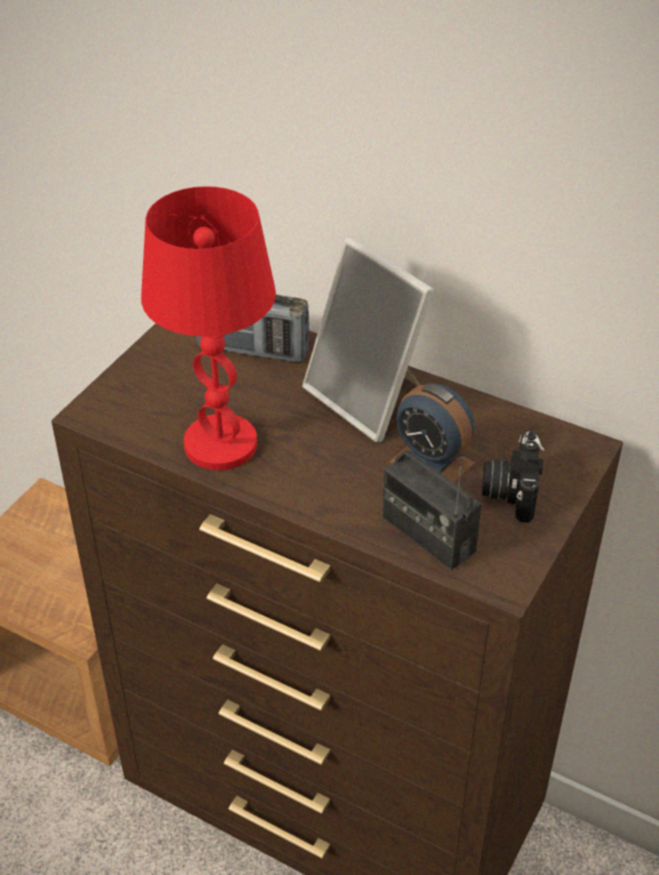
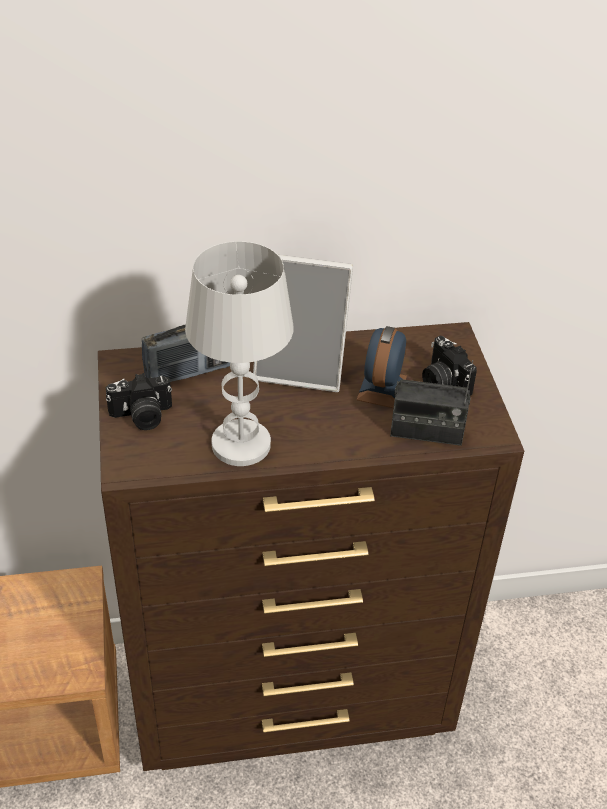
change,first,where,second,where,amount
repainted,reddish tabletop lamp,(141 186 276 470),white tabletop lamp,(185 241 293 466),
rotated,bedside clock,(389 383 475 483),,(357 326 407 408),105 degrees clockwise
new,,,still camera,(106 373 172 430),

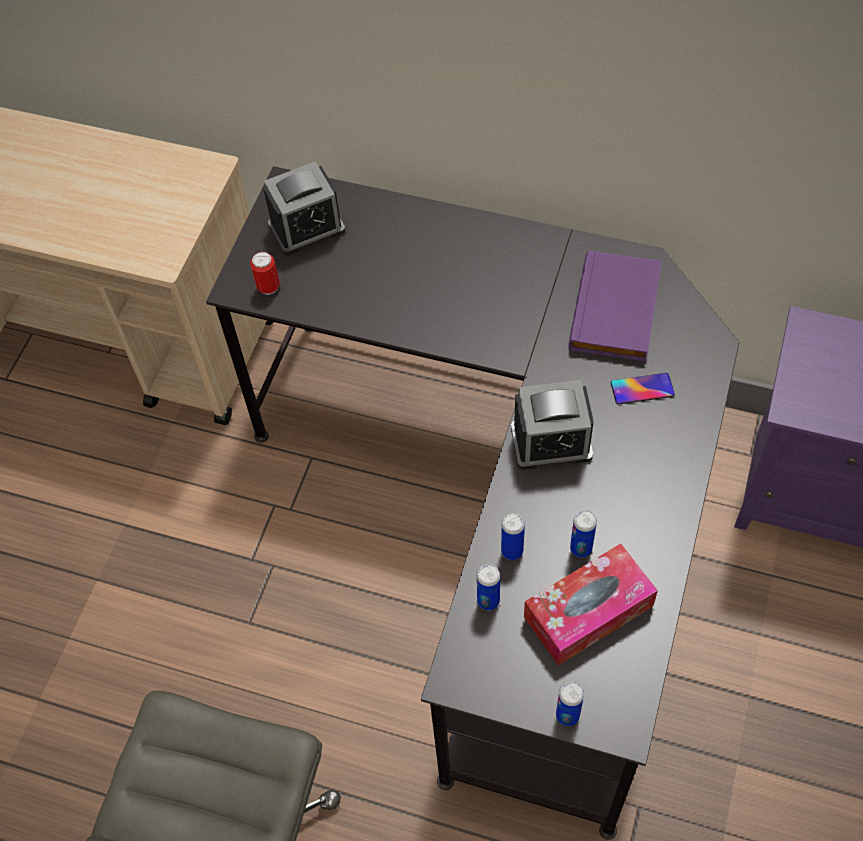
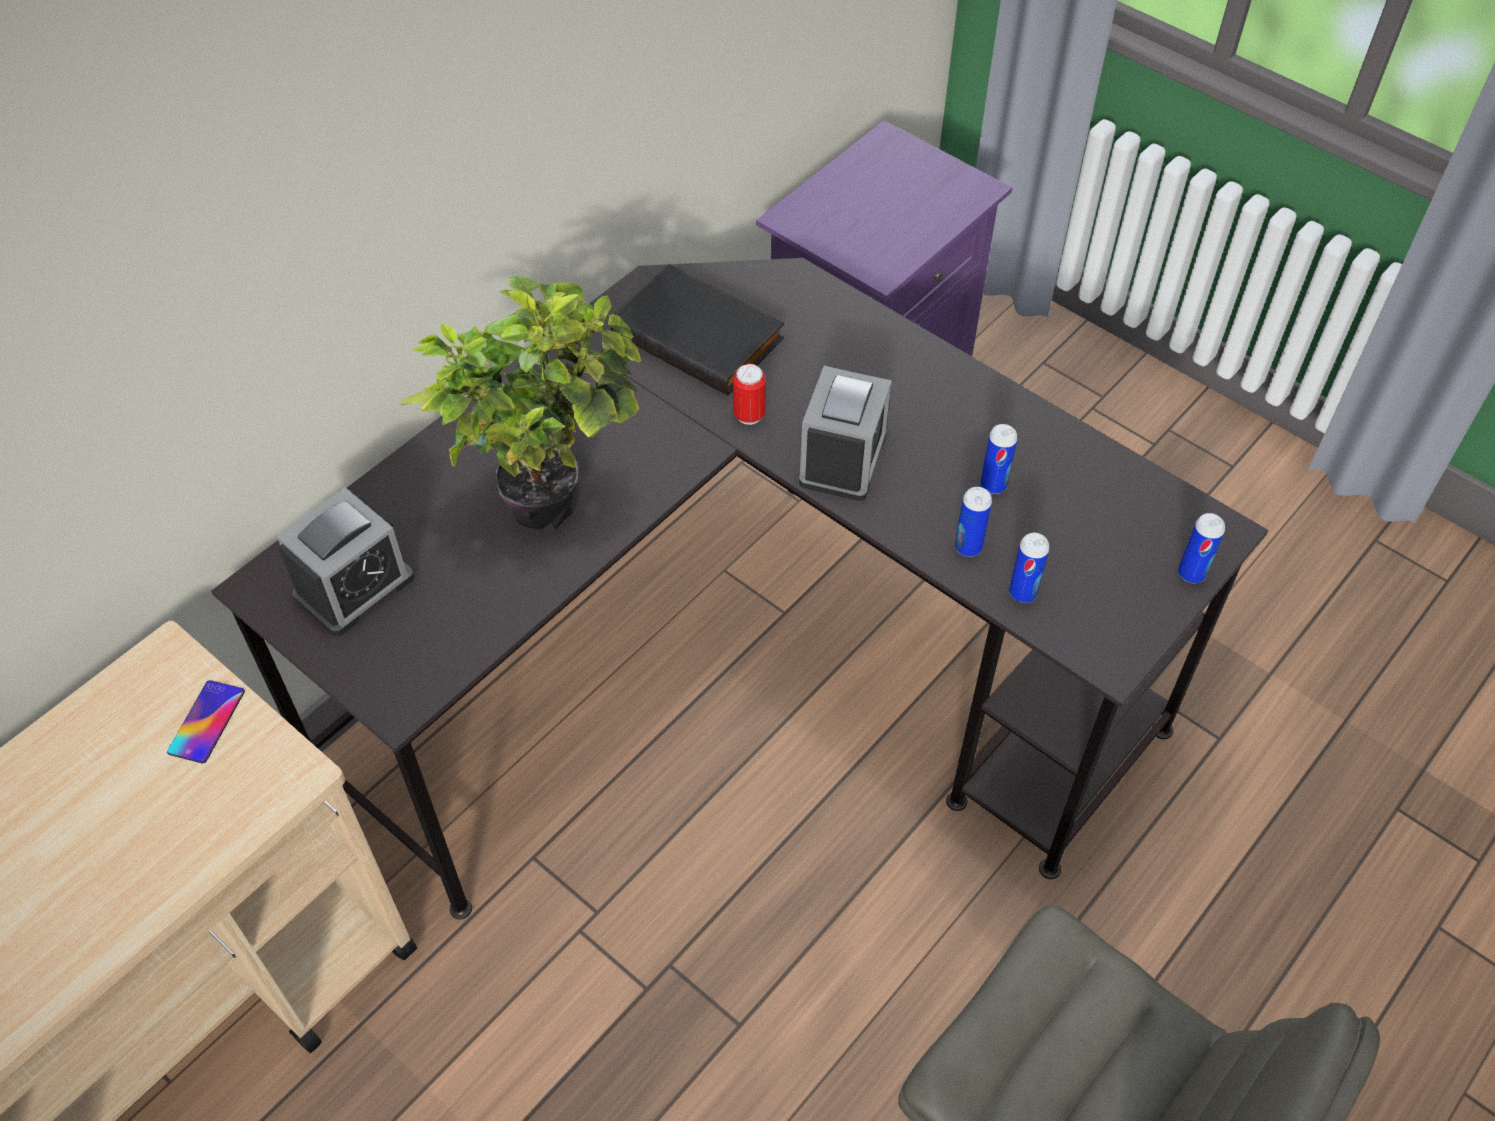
change,first,where,second,where,amount
shifted,sealed can,(250 252 280 295),,(733 364 766 425),
rotated,bedside clock,(263 161 345 256),,(277 487 414 636),45 degrees clockwise
gone,tissue holder,(524 544 658 666),,,
repainted,purple volume,(569 250 662 362),blackish volume,(610 264 784 395),
shifted,telephone,(611 373 675 405),,(167 680 245 763),
new,,,plant in a pot,(399 275 641 530),

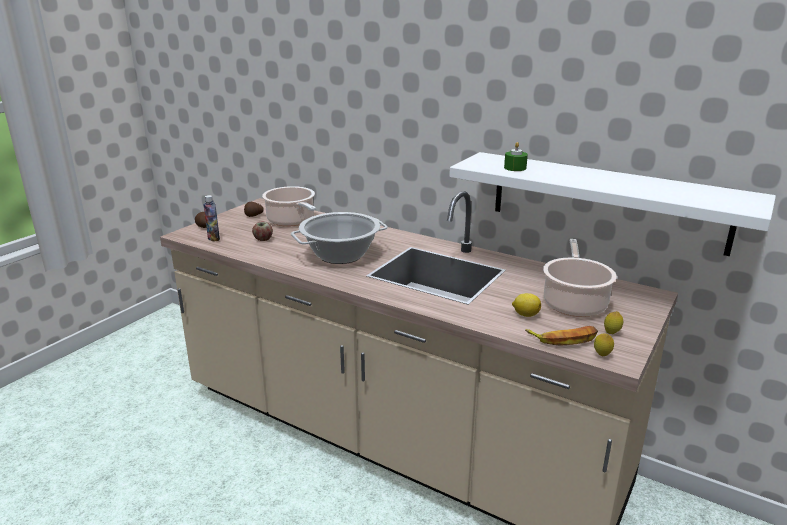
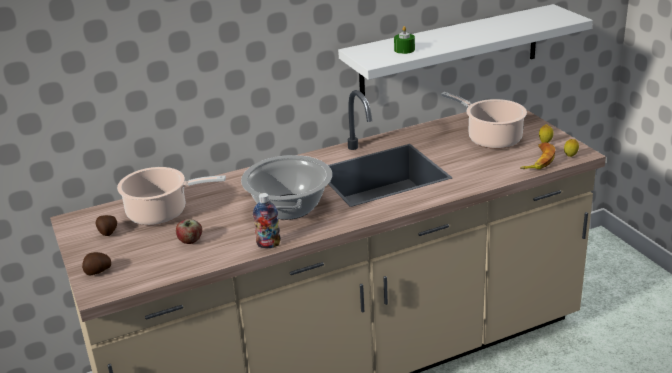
change,first,where,second,where,amount
shifted,bottle,(203 195 220 242),,(253 193 281 248),
gone,citrus fruit,(512 293 541 317),,,

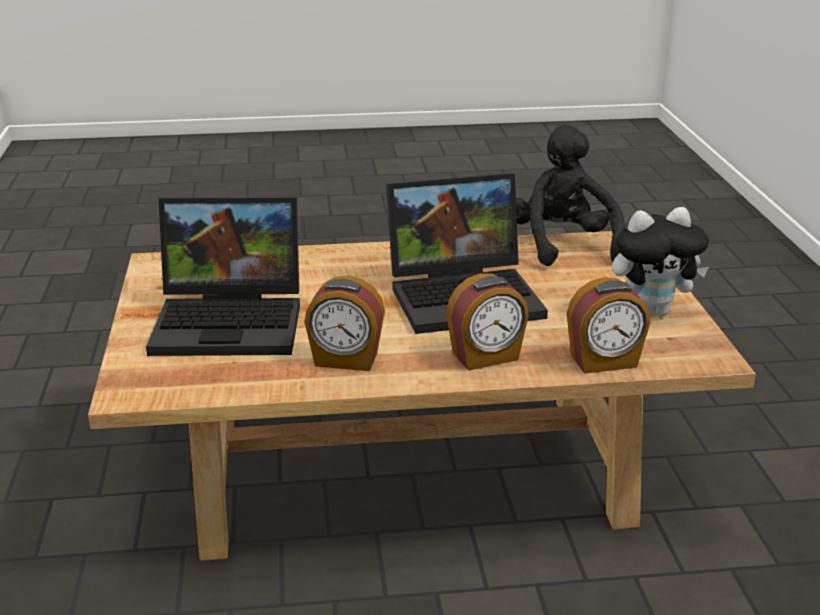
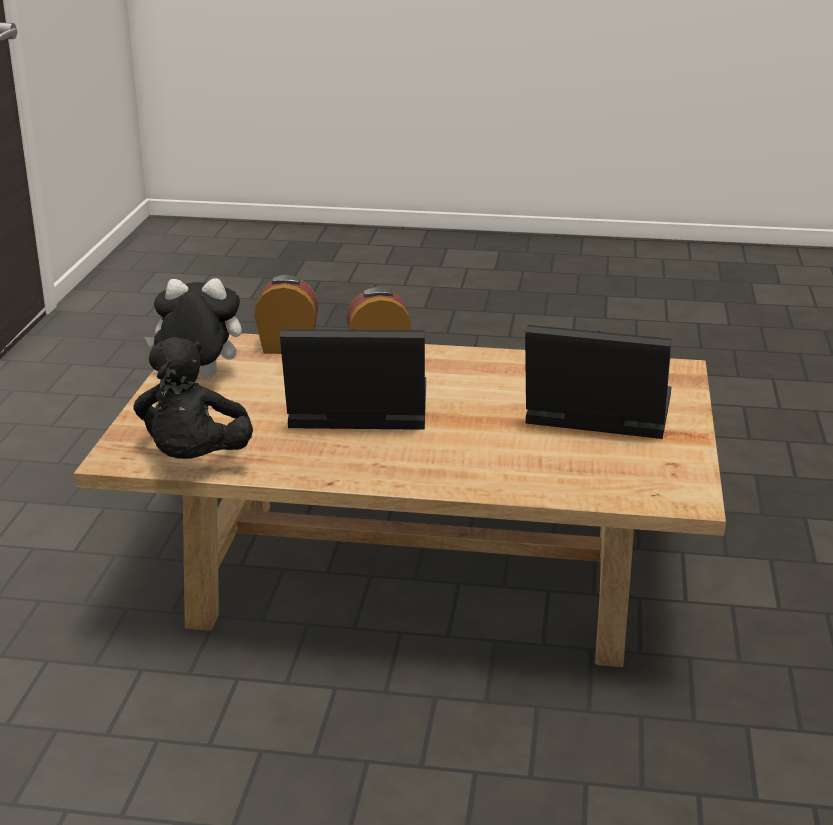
change,first,where,second,where,amount
gone,bedside clock,(304 275 385 371),,,

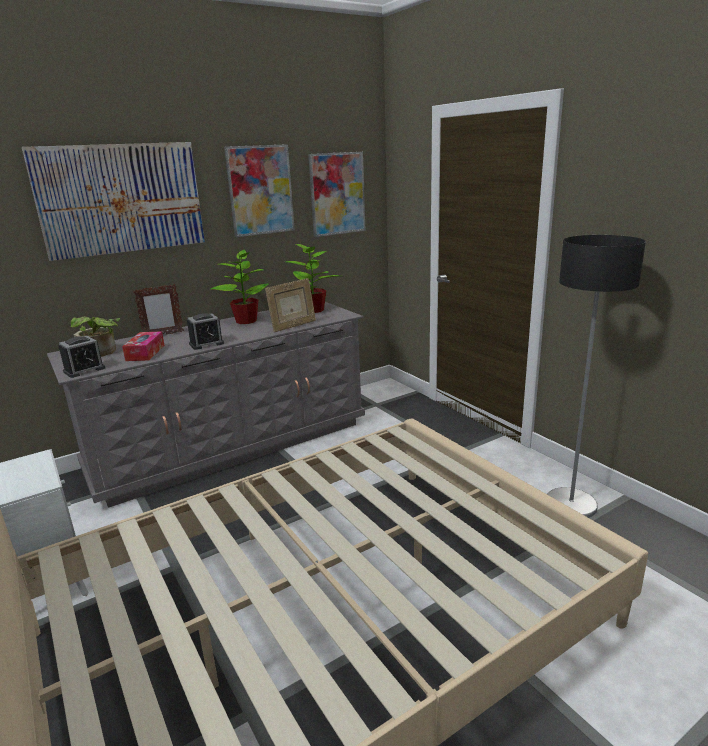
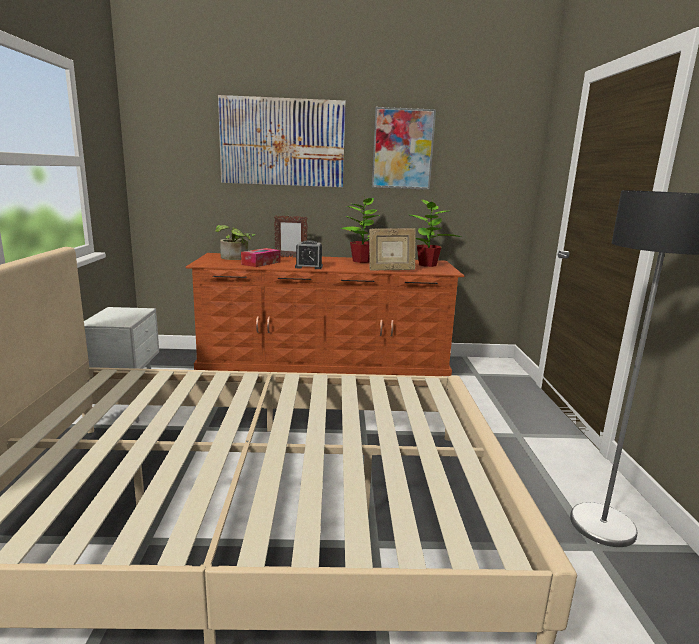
change,first,where,second,where,amount
repainted,grey chest of drawers,(47 302 365 508),brownish chest of drawers,(186 253 464 376),
gone,bedside clock,(58 336 105 378),,,
gone,wall art,(308 152 365 237),,,

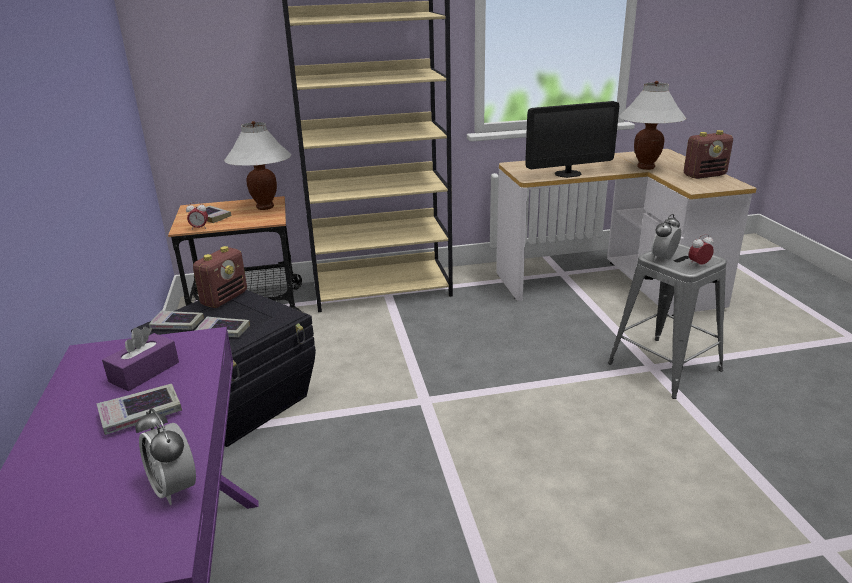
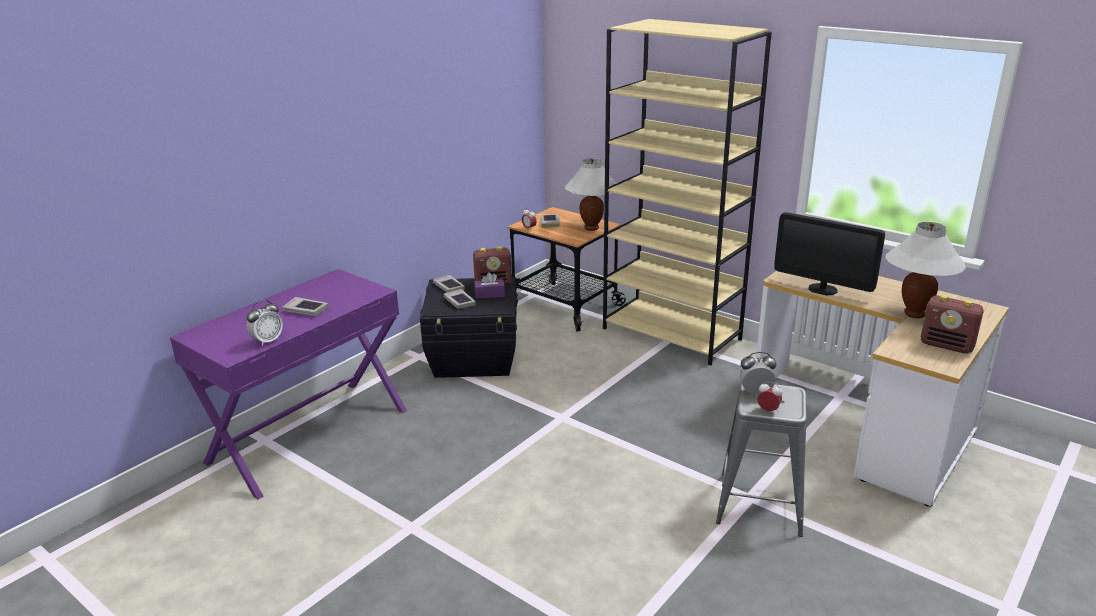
change,first,where,second,where,amount
shifted,purple tissue holder,(102 327 179 391),,(474 272 505 299),
rotated,bedside clock,(135 408 196 505),,(246 300 283 346),150 degrees counterclockwise

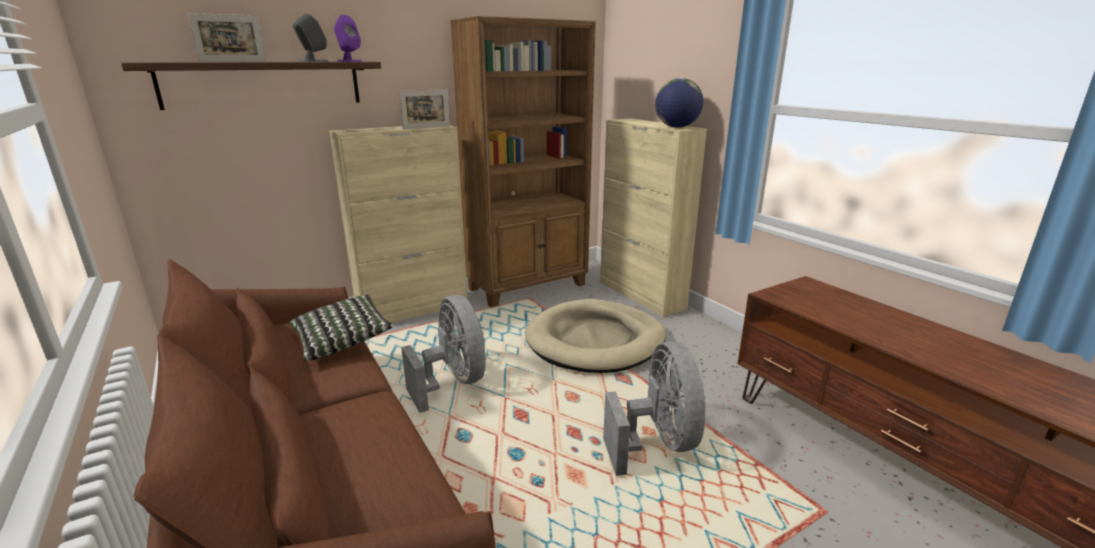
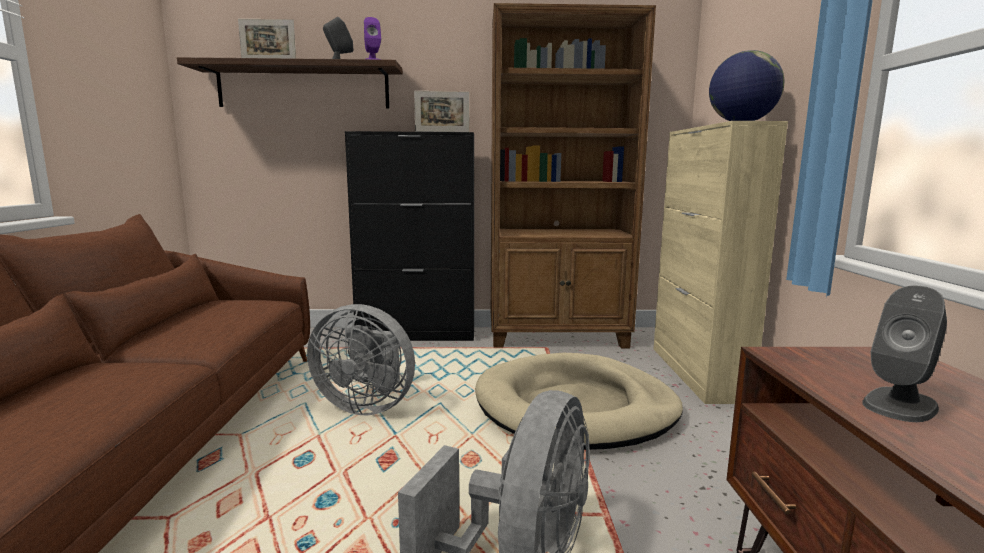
change,first,where,second,where,amount
gone,throw pillow,(289 295 393 361),,,
repainted,beige-coloured storage cabinet,(329 126 467 323),blackish storage cabinet,(345 131 474 341),
rotated,grey electric fan,(401 295 486 413),,(307 304 415 416),105 degrees clockwise
new,,,grey audio speaker,(862 286 947 422),

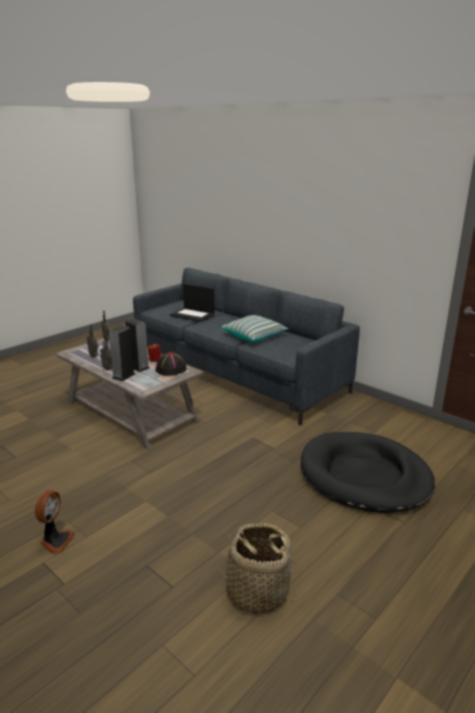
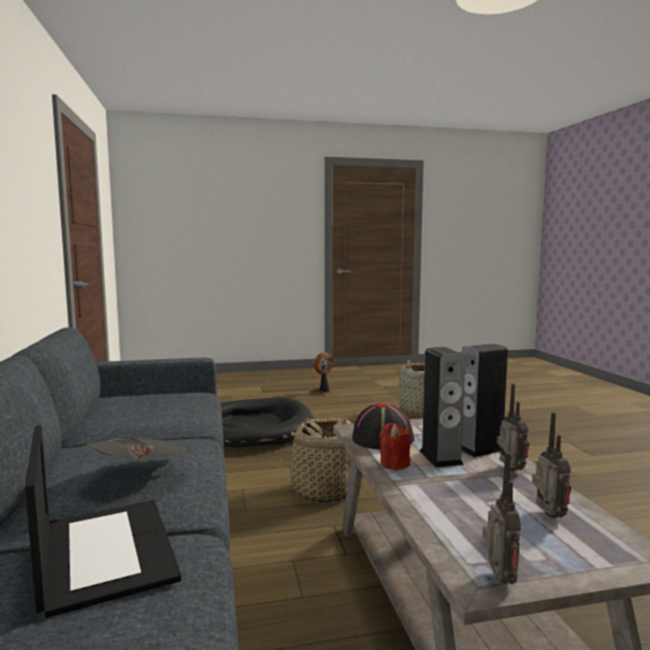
change,first,where,second,where,amount
shifted,electric fan,(35 490 75 555),,(309 352 333 394),
gone,throw pillow,(221 315 289 342),,,
new,,,daily paper,(81 438 190 460),
new,,,storage basket,(281 418 363 503),

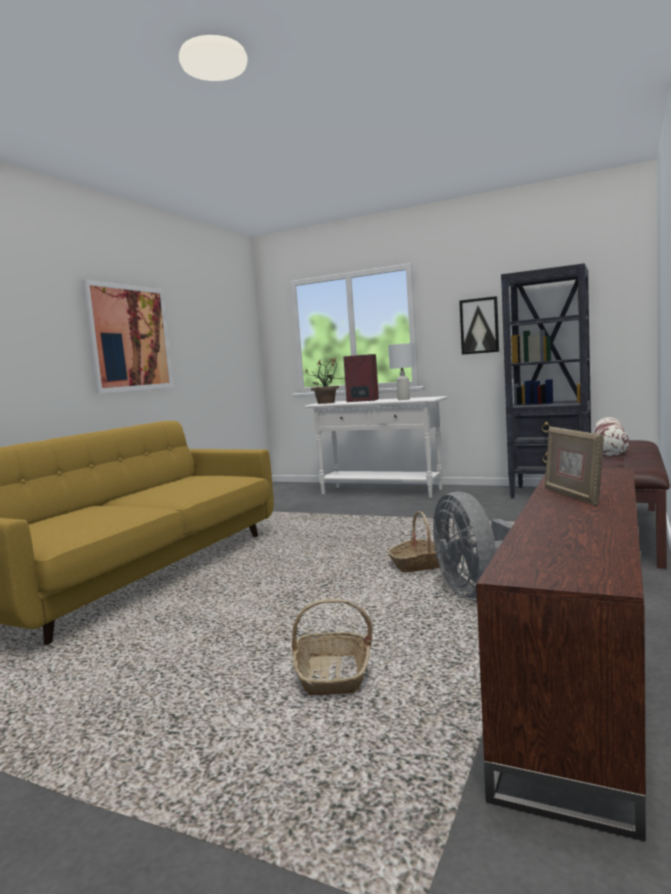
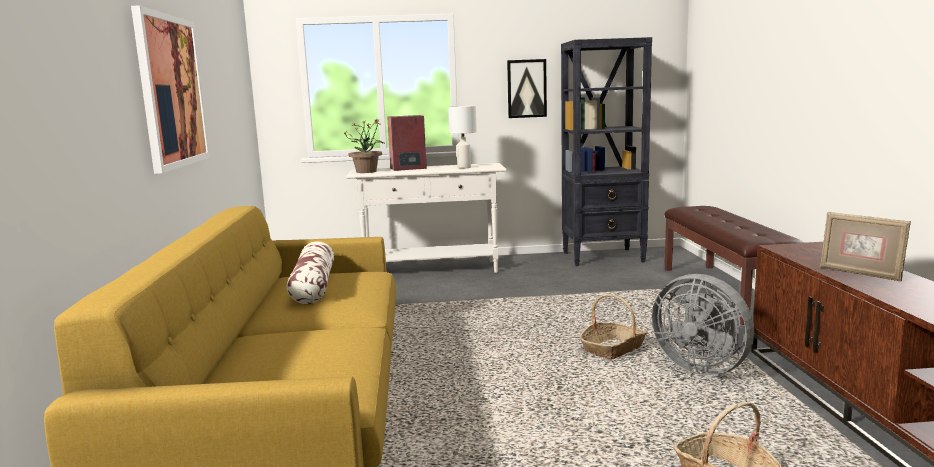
change,first,where,second,where,amount
shifted,throw pillow,(594 417 629 456),,(287 241 334 304),

